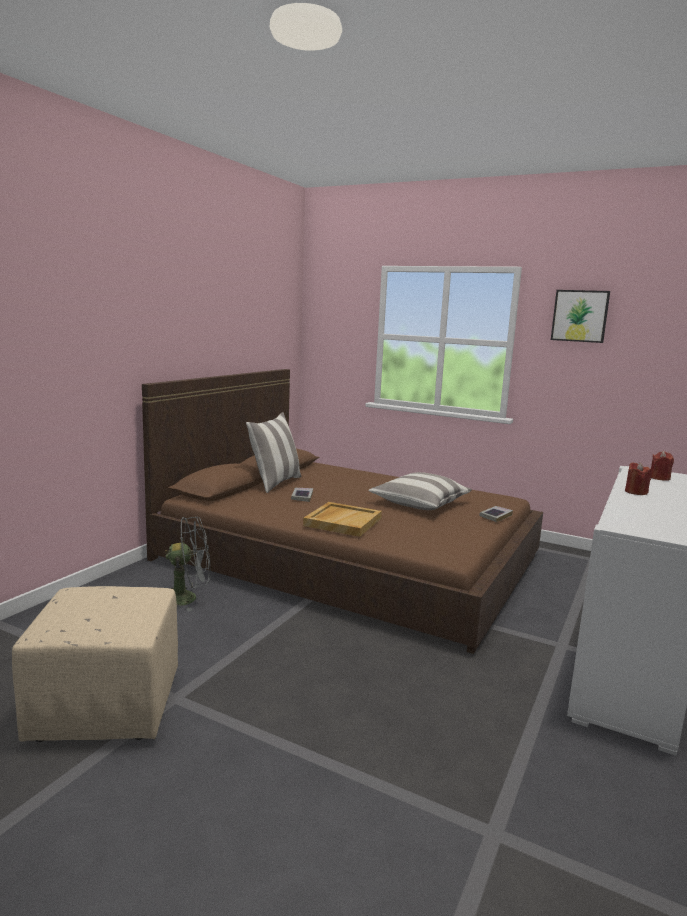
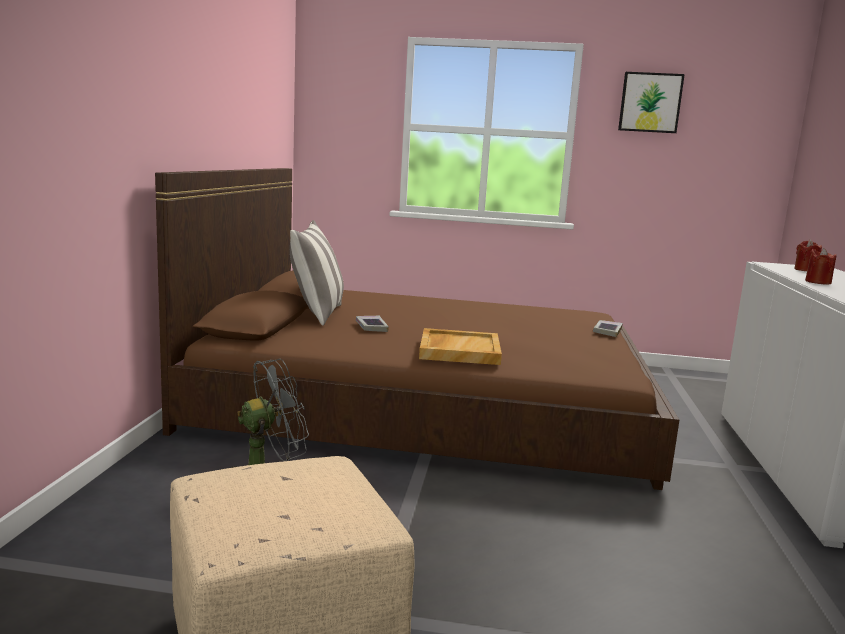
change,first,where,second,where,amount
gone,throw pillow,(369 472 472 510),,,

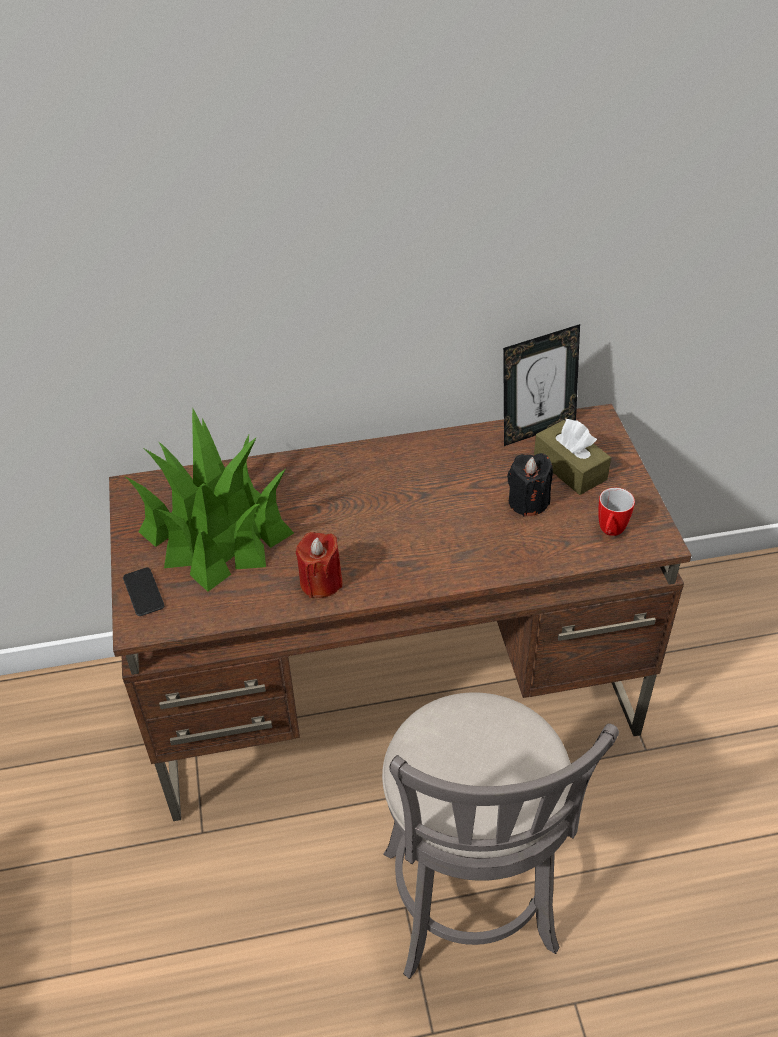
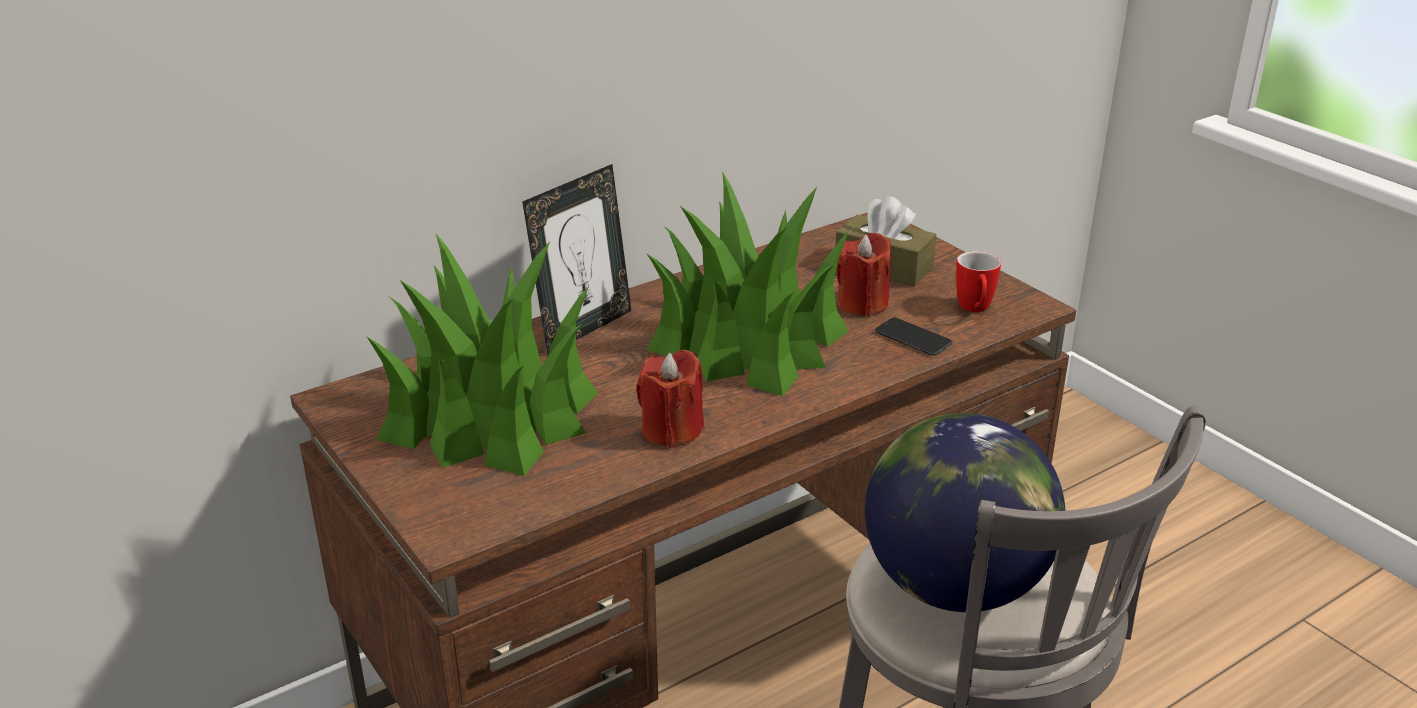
change,first,where,second,where,amount
shifted,telephone,(123 568 164 616),,(875 318 952 356),
shifted,photo frame,(503 324 580 446),,(522 164 632 355),
repainted,blackish candle,(507 453 553 517),reddish candle,(836 233 891 316),
new,,,plant in a pot,(646 171 849 396),
new,,,globe,(865 413 1065 612),

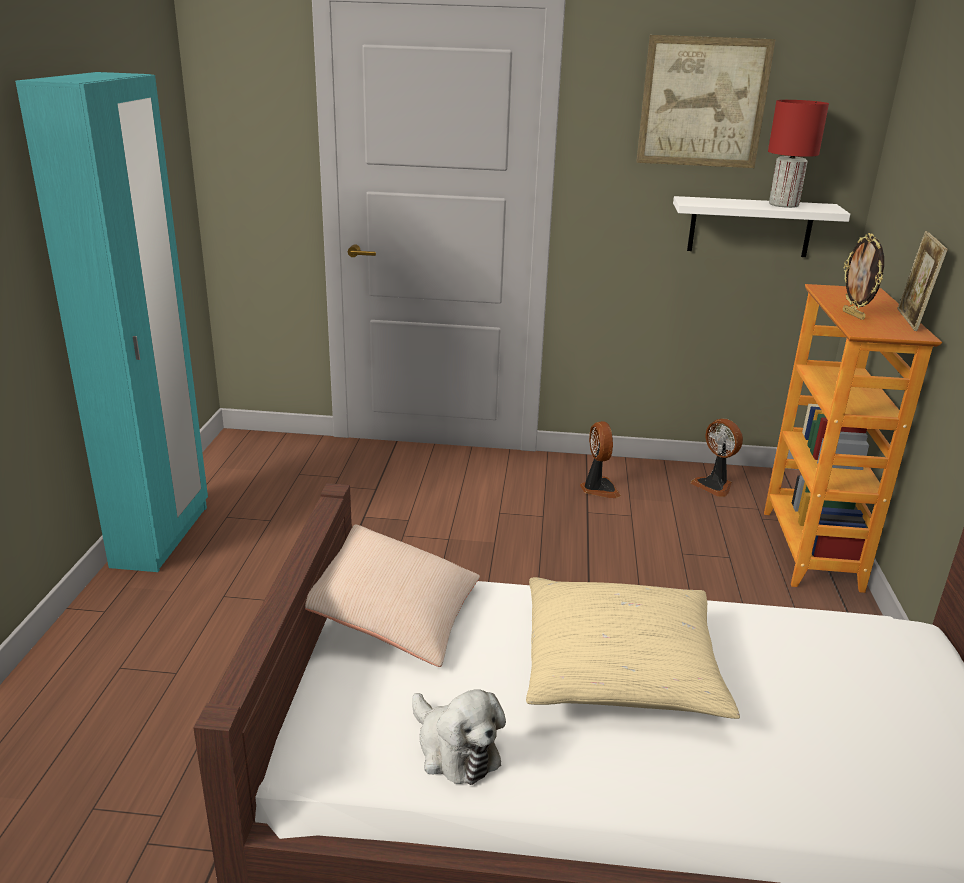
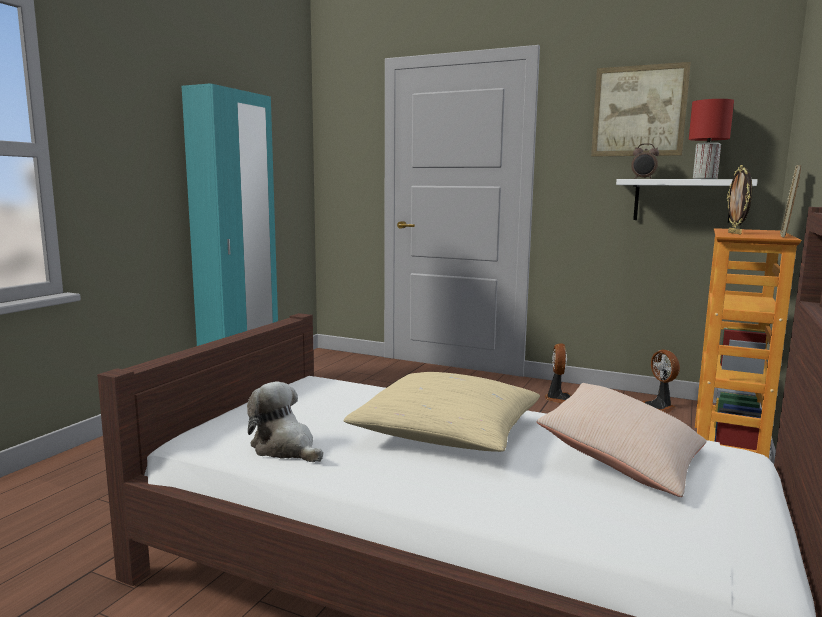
change,first,where,second,where,amount
shifted,beige-coloured throw pillow,(305 524 480 667),,(537 383 707 497),
rotated,soft toy,(412 689 506 785),,(247 381 323 462),150 degrees clockwise
new,,,bedside clock,(631 143 659 179),

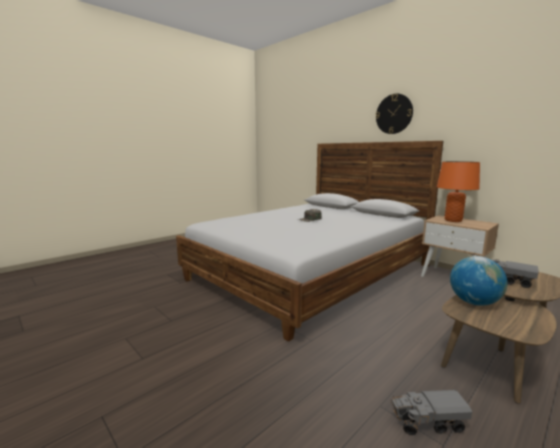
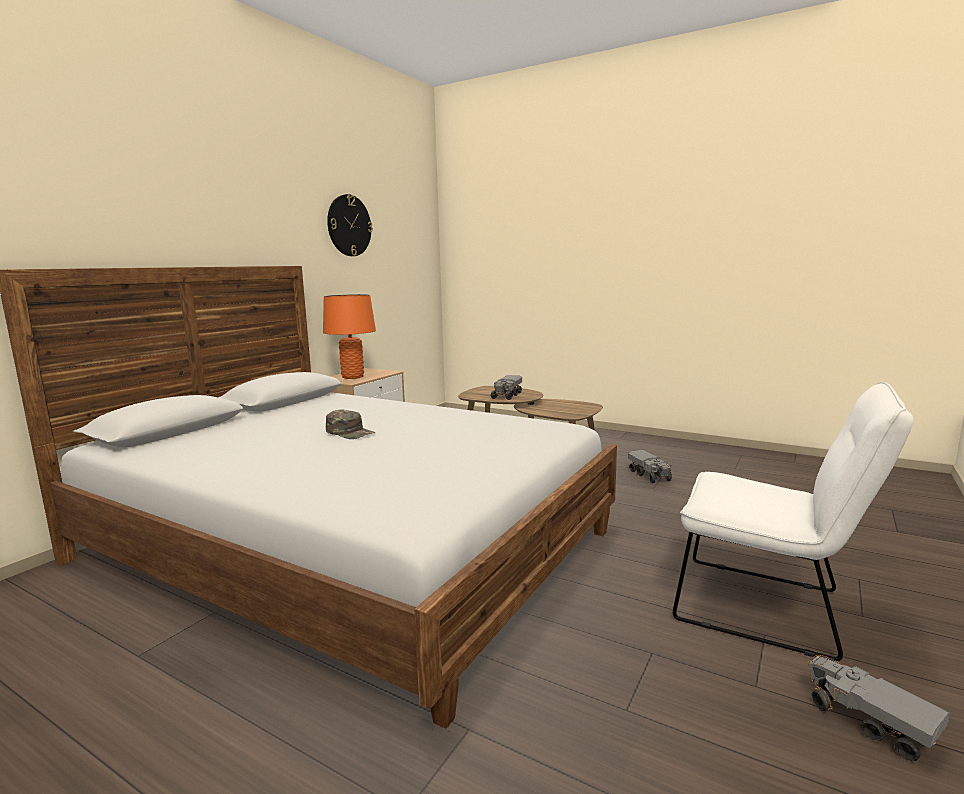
change,first,where,second,where,amount
shifted,wall clock,(376 94 413 134),,(327 194 373 256),
gone,globe,(450 256 508 306),,,
new,,,white chair,(673 382 914 661),
new,,,toy lorry,(808 653 951 761),

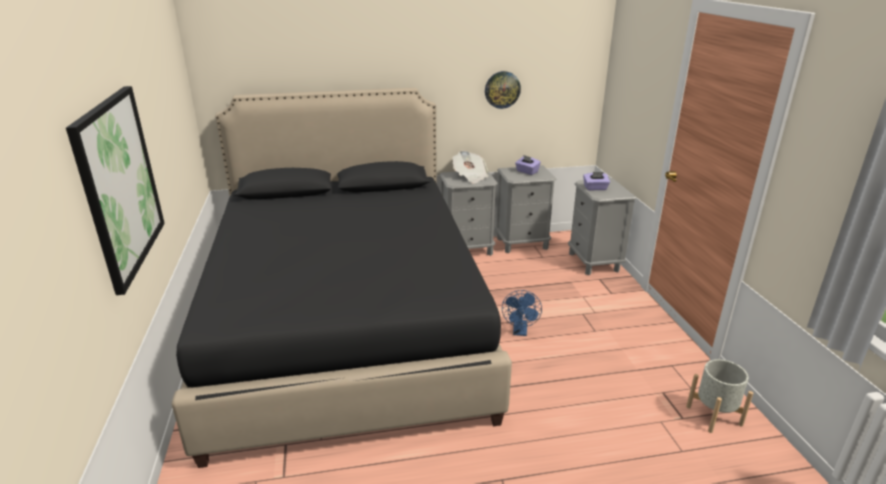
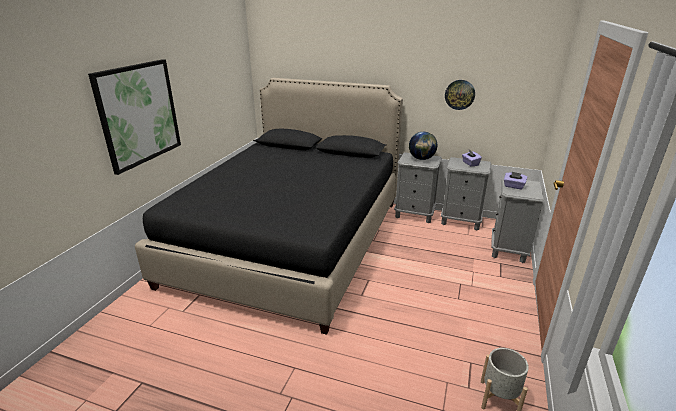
change,first,where,second,where,amount
swapped,daily paper,(453 150 489 184),globe,(409 132 437 160),
gone,blue electric fan,(502 290 542 336),,,

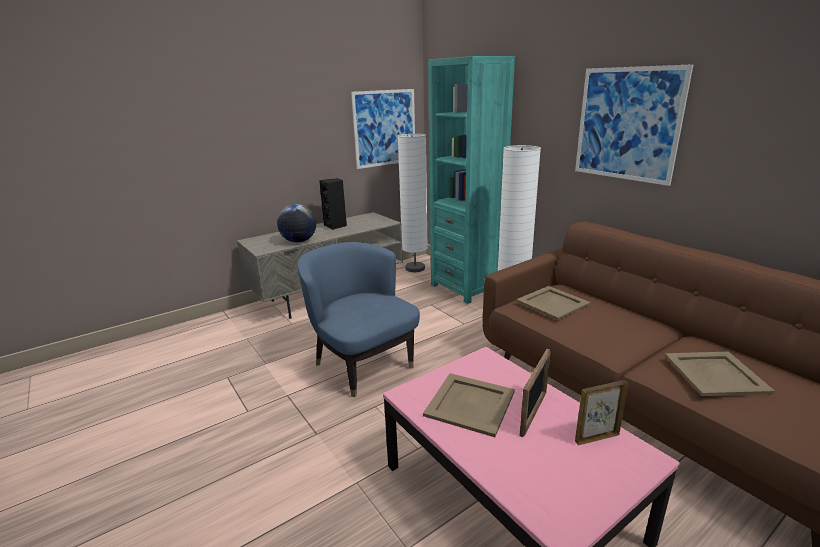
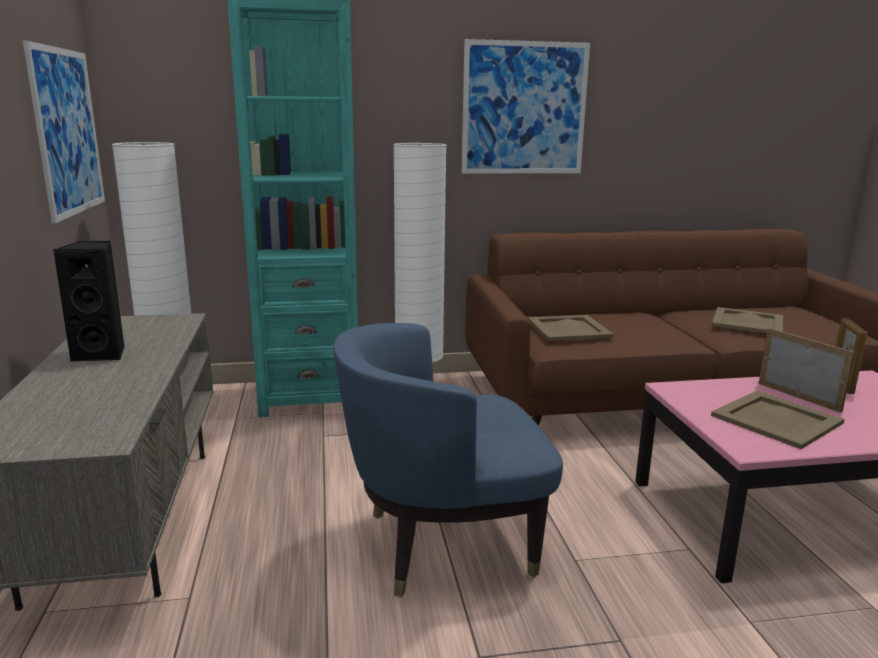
change,first,where,second,where,amount
gone,globe,(277 204 316 243),,,

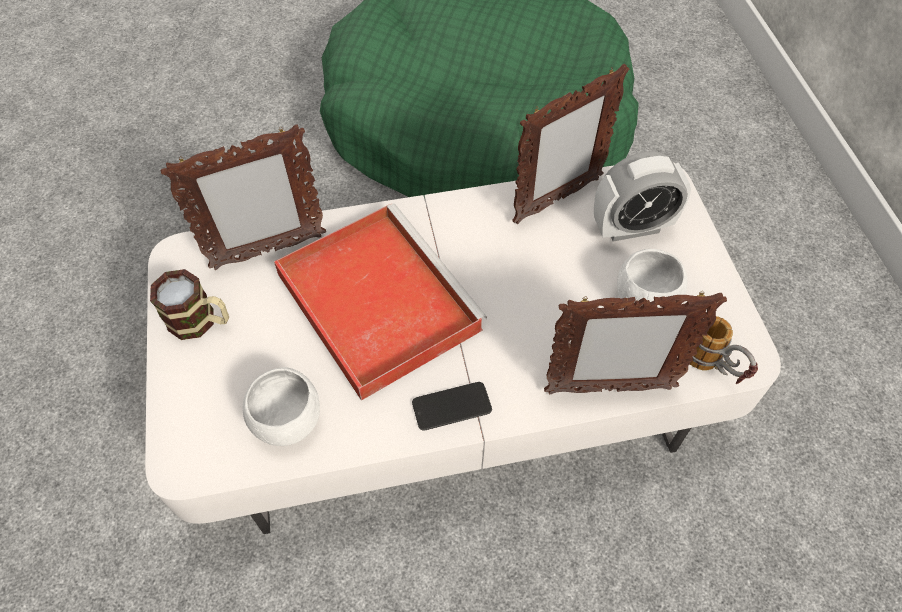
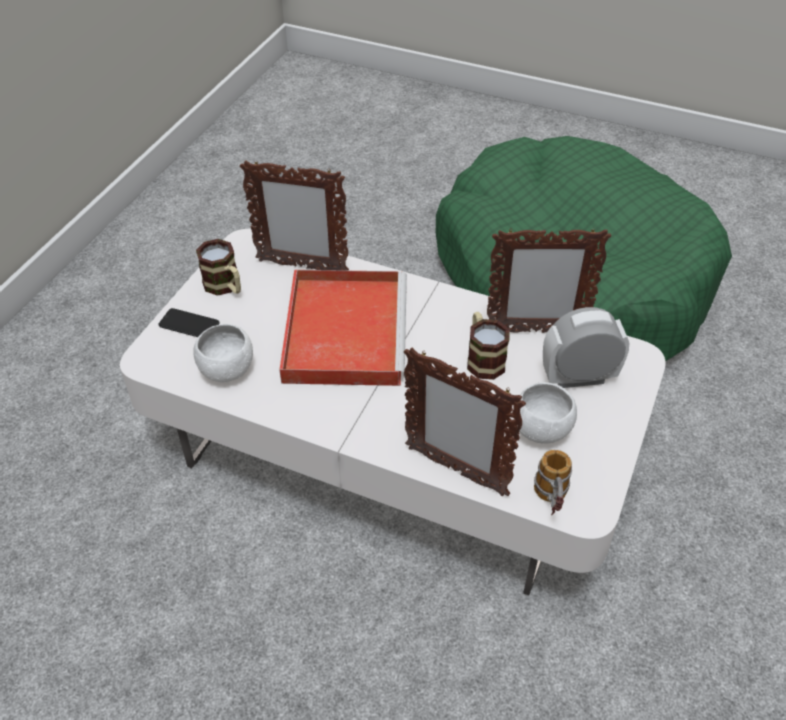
change,first,where,second,where,amount
shifted,telephone,(412 382 492 431),,(159 308 219 337),
rotated,bedside clock,(594 151 691 241),,(543 307 629 388),150 degrees clockwise
new,,,coffee mug,(467 312 510 380),

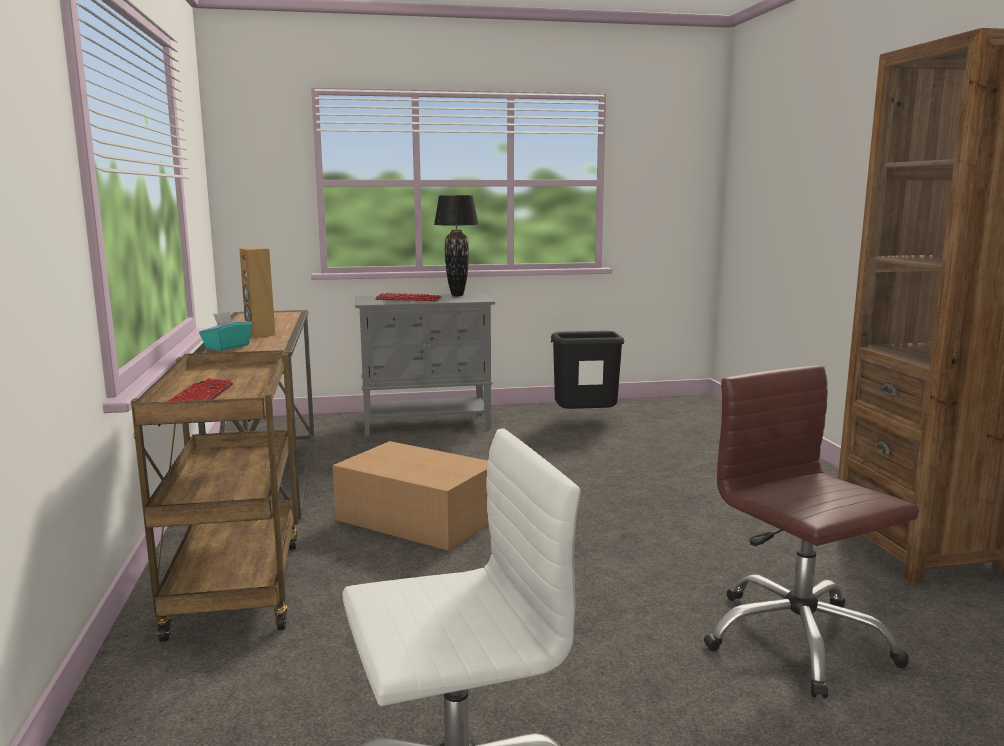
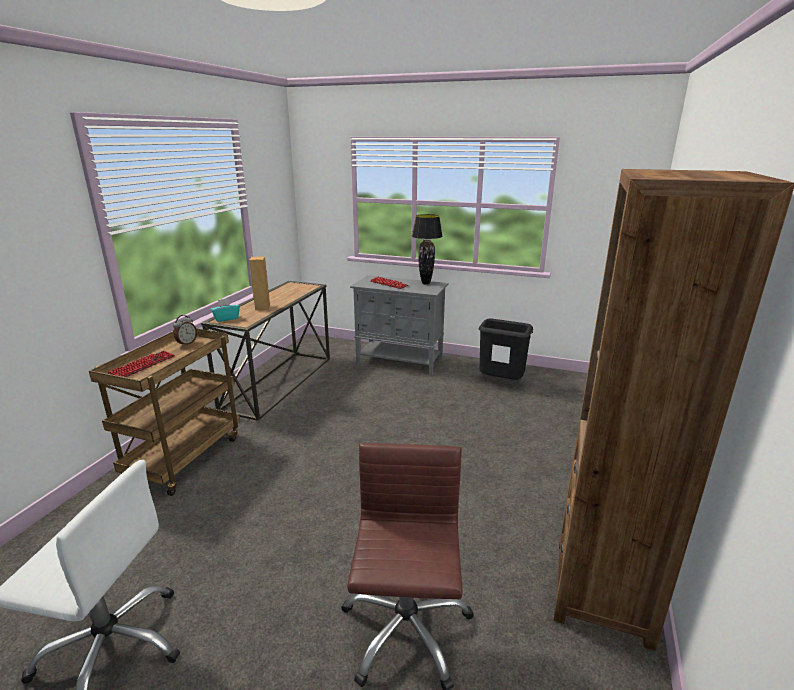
change,first,where,second,where,amount
gone,packing box,(333 441 489 551),,,
new,,,bedside clock,(173 315 197 346),

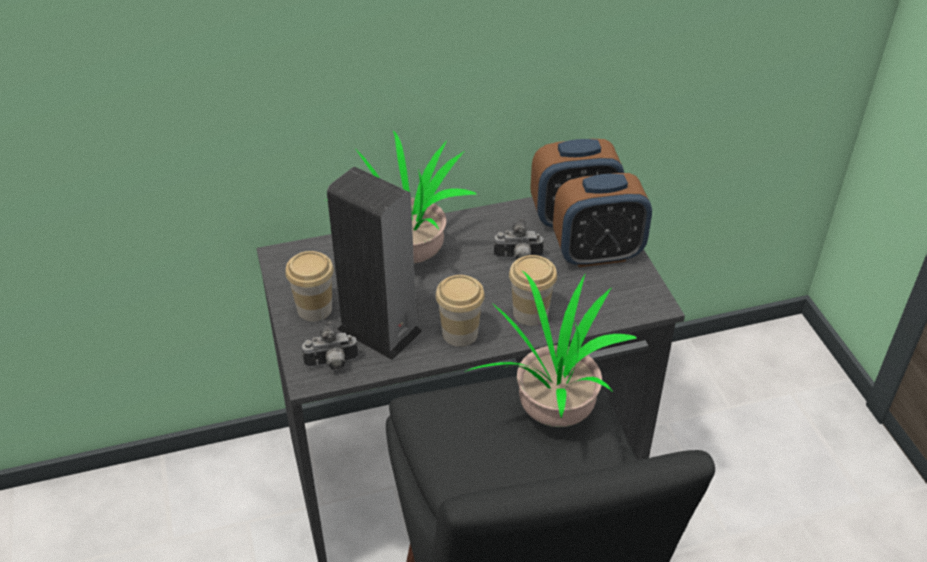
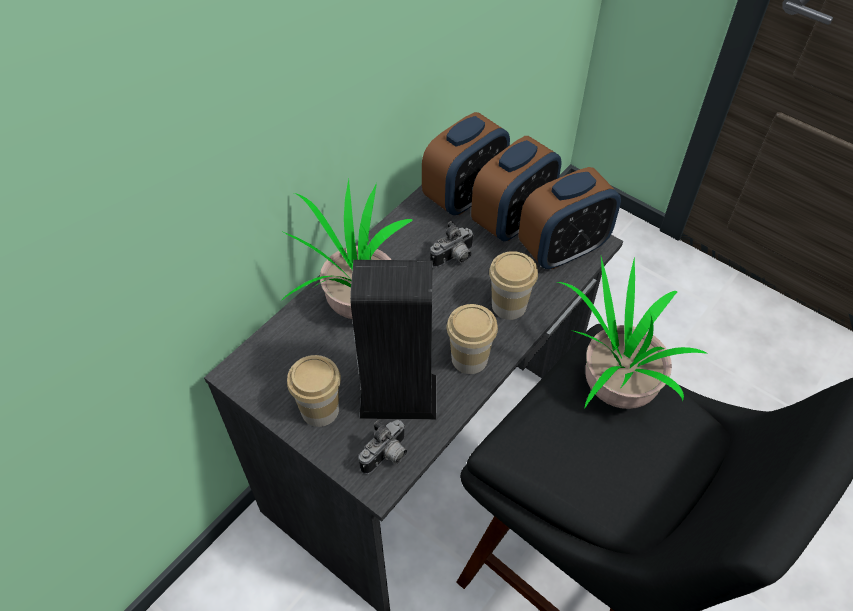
change,first,where,second,where,amount
new,,,bedside clock,(519 167 621 269),

